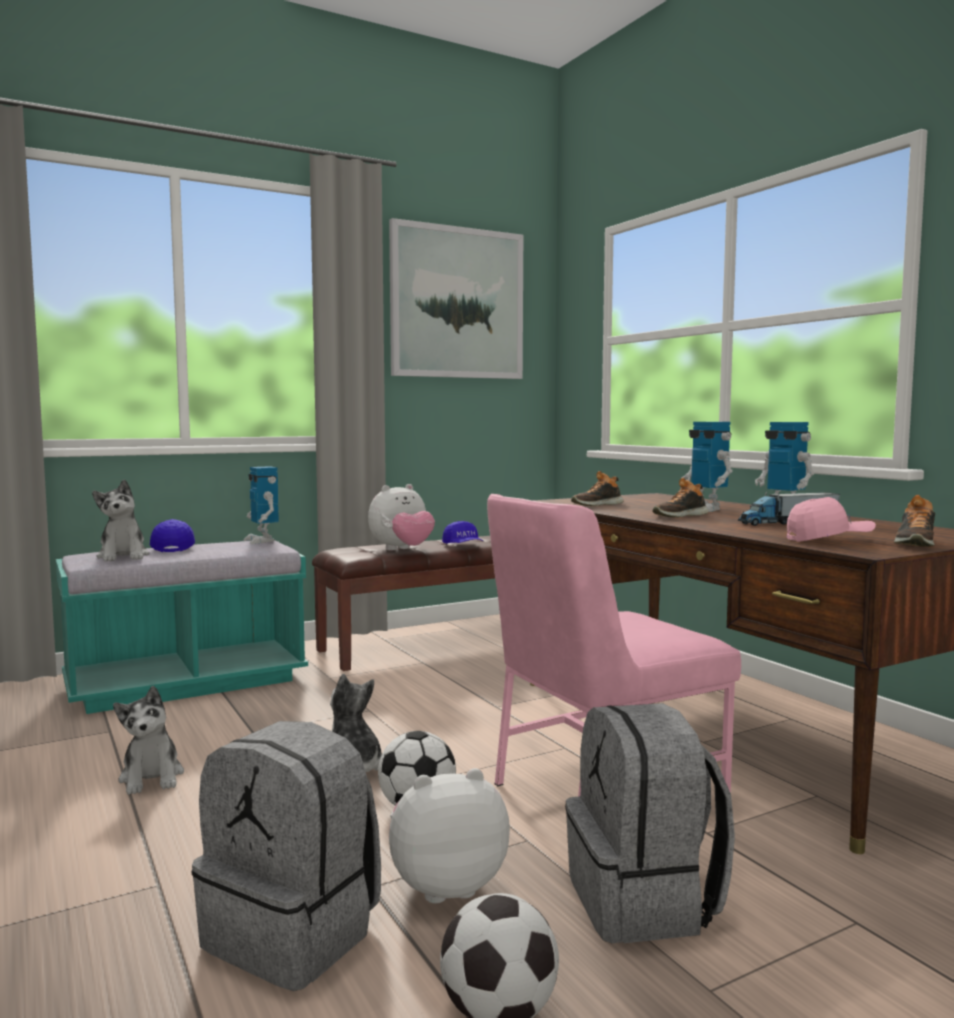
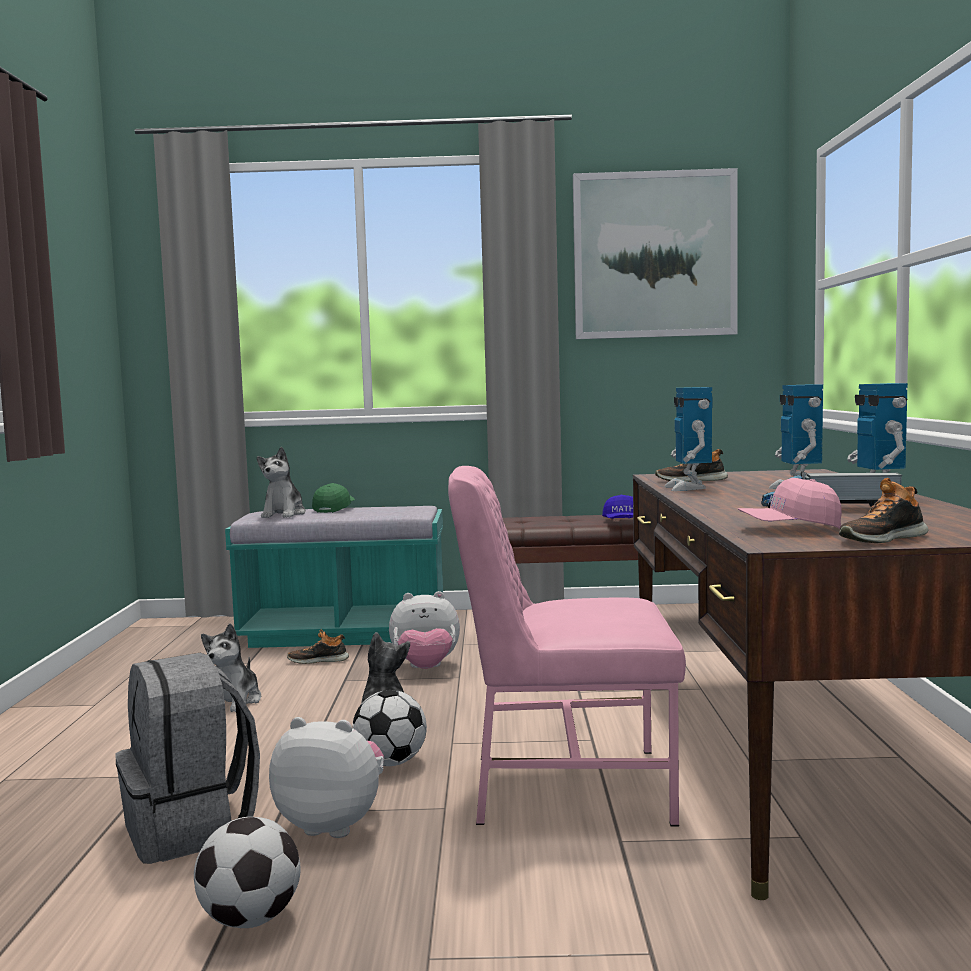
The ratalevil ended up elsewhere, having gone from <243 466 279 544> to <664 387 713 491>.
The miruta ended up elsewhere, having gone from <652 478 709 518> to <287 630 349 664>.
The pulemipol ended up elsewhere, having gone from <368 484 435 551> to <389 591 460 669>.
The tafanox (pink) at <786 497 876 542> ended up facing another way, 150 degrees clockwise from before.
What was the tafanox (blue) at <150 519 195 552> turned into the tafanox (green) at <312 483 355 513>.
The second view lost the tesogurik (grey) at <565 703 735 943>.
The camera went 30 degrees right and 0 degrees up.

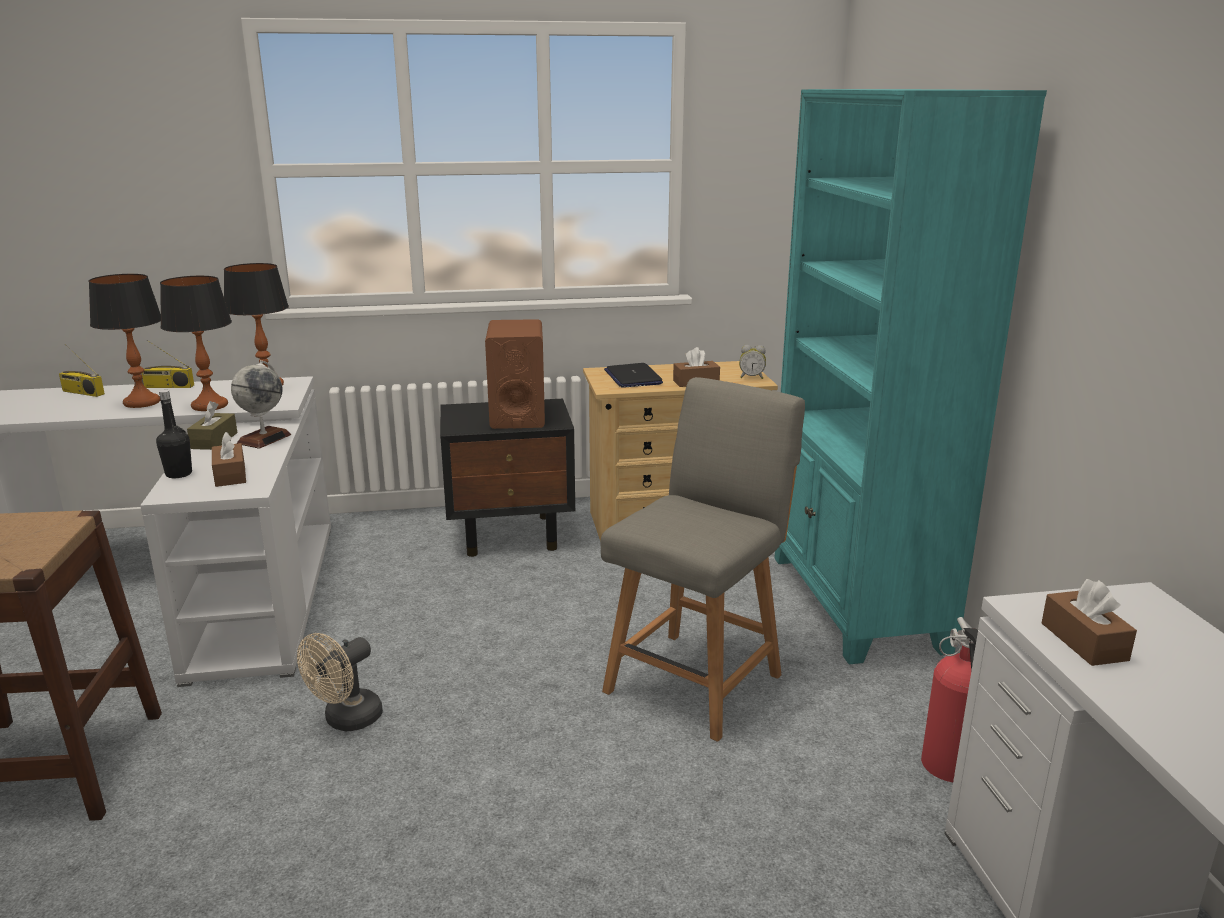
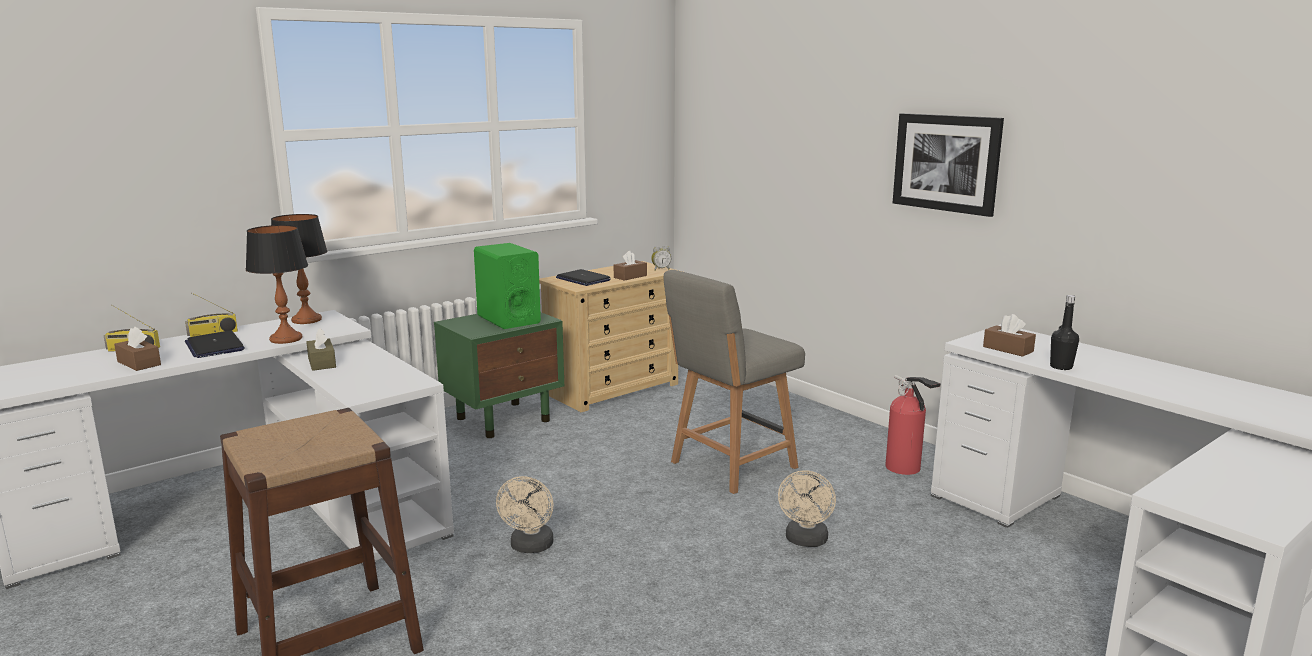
The second view lost the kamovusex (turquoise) at <775 89 1047 664>.
Where the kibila stood at <88 274 161 408>, the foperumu came to stand at <185 330 245 358>.
What was the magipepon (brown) at <485 319 545 429> turned into the magipepon (green) at <474 243 541 329>.
The second view lost the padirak at <231 360 291 449>.
The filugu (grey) at <601 377 805 742> ended up facing another way, 135 degrees counterclockwise from before.
The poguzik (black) ended up elsewhere, having gone from <156 390 192 478> to <1050 295 1079 370>.
What was the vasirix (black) at <440 399 575 557> turned into the vasirix (green) at <434 312 564 438>.
The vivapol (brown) ended up elsewhere, having gone from <212 432 246 487> to <114 327 161 371>.
The second view gained the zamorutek at <893 113 1004 217>.
The second view gained the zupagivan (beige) at <778 470 836 547>.
The camera went 30 degrees left and 5 degrees down.

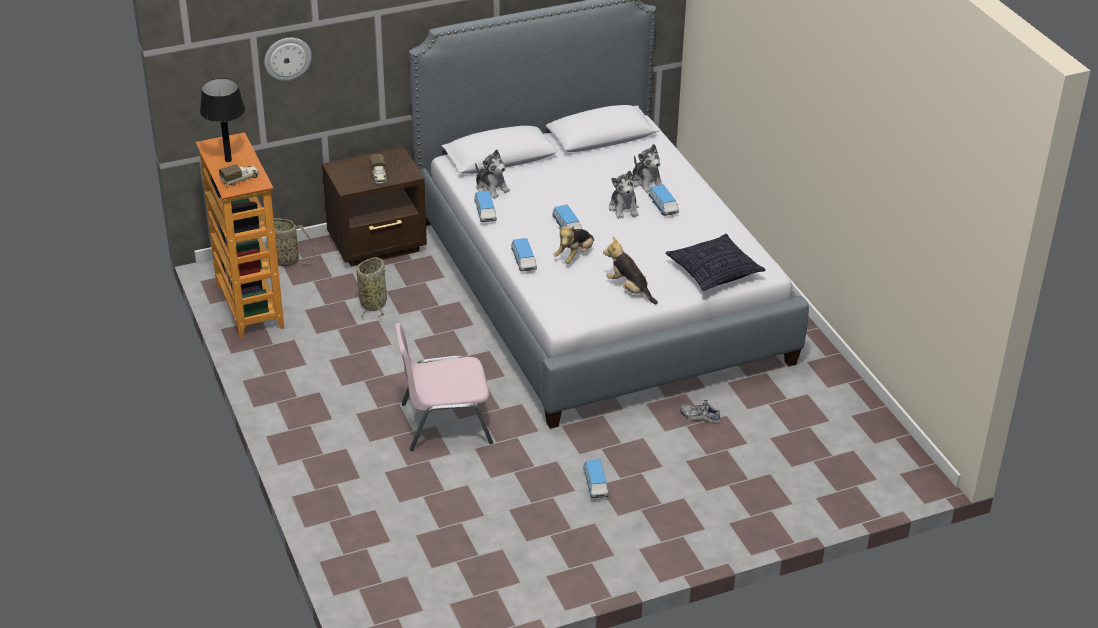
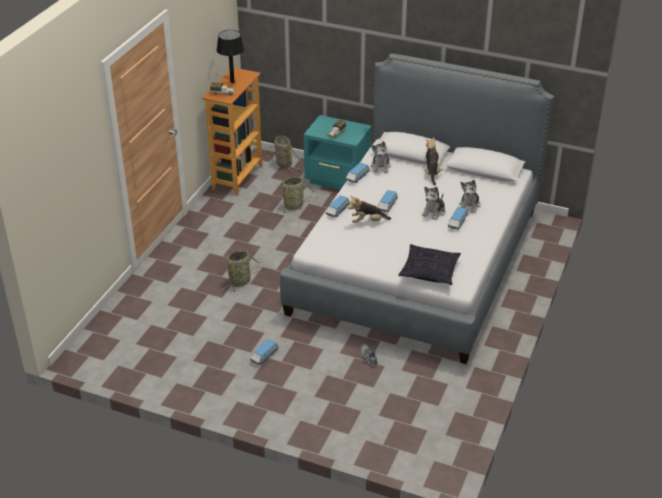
The second view lost the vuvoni at <264 38 312 81>.
What was the vasirix (brown) at <322 147 427 267> turned into the vasirix (turquoise) at <304 115 372 190>.
The pulemipol ended up elsewhere, having gone from <603 237 658 304> to <425 137 443 186>.
Where the filugu (pink) stood at <395 323 493 451>, the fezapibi came to stand at <223 251 262 292>.
The camera went 45 degrees right and 0 degrees up.

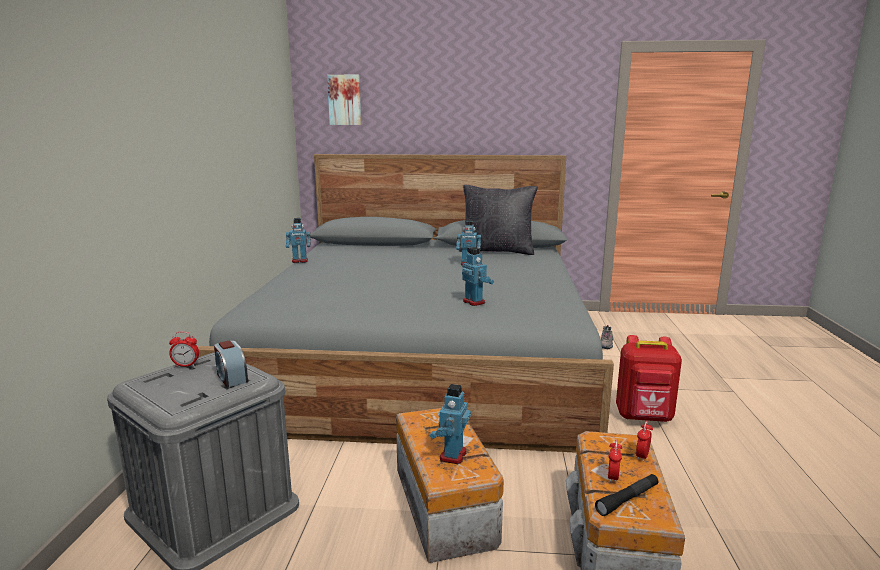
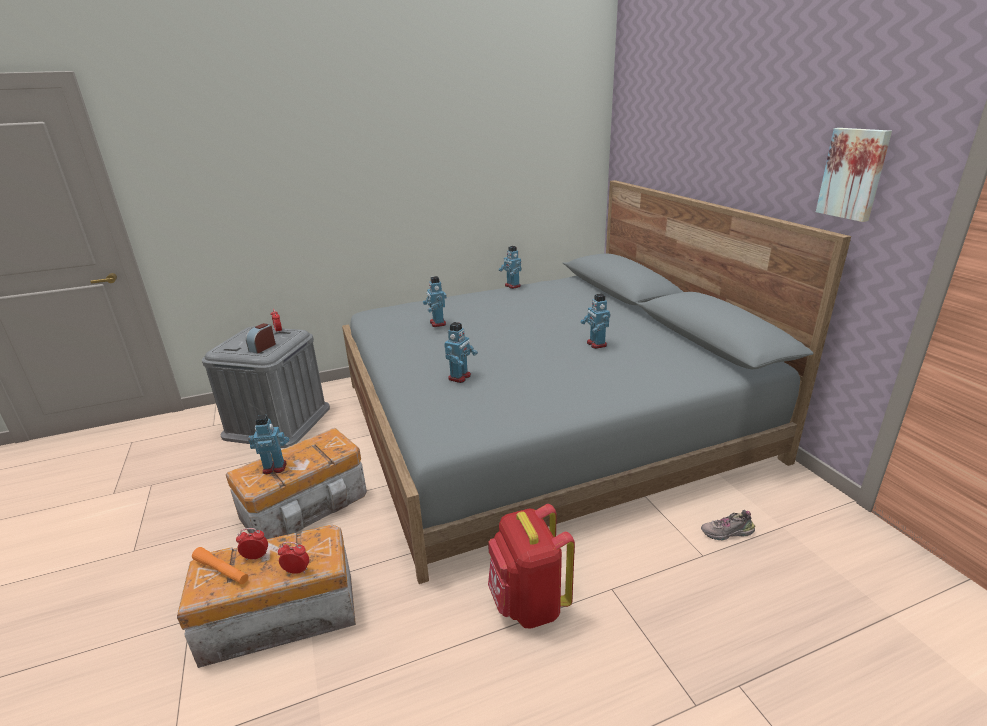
The zamorutek ended up elsewhere, having gone from <327 75 361 125> to <816 128 892 222>.
The second view lost the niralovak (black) at <459 185 538 255>.
What was the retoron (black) at <595 474 658 516> turned into the retoron (orange) at <192 547 248 584>.
The second view gained the ratalevil at <423 276 447 327>.
The camera went 65 degrees right and 10 degrees up.

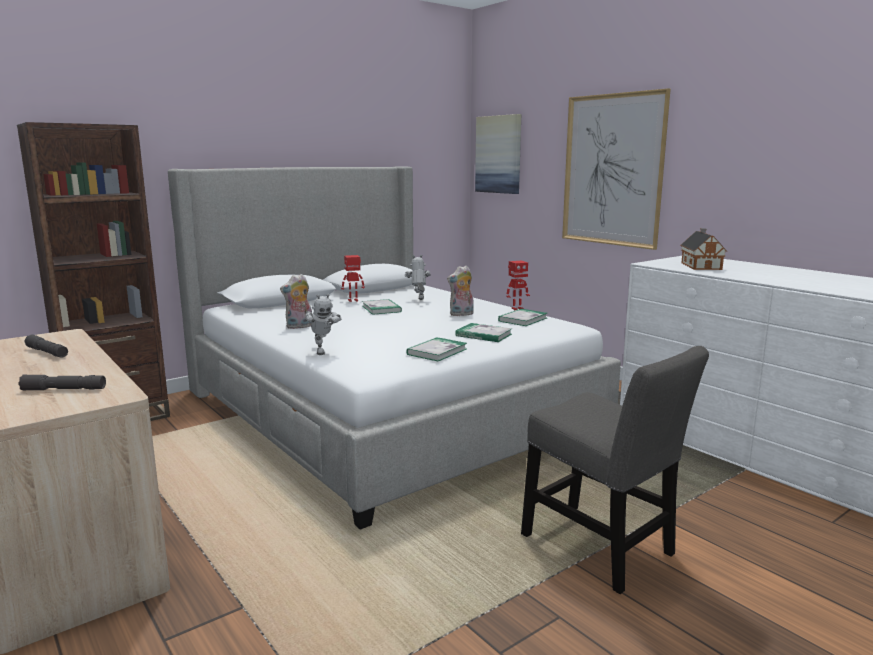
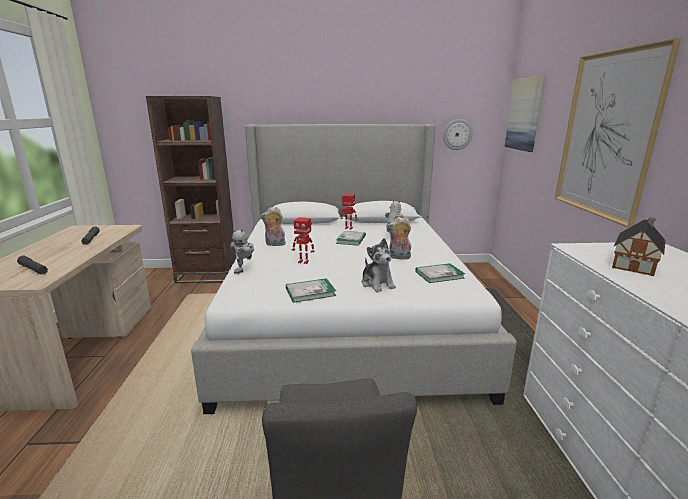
The ratalevil ended up elsewhere, having gone from <506 261 530 310> to <291 217 314 264>.
Where the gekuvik stood at <455 323 512 342>, the pulemipol came to stand at <362 238 396 292>.
The second view gained the vuvoni at <443 119 473 150>.
The camera went 35 degrees right and 5 degrees up.

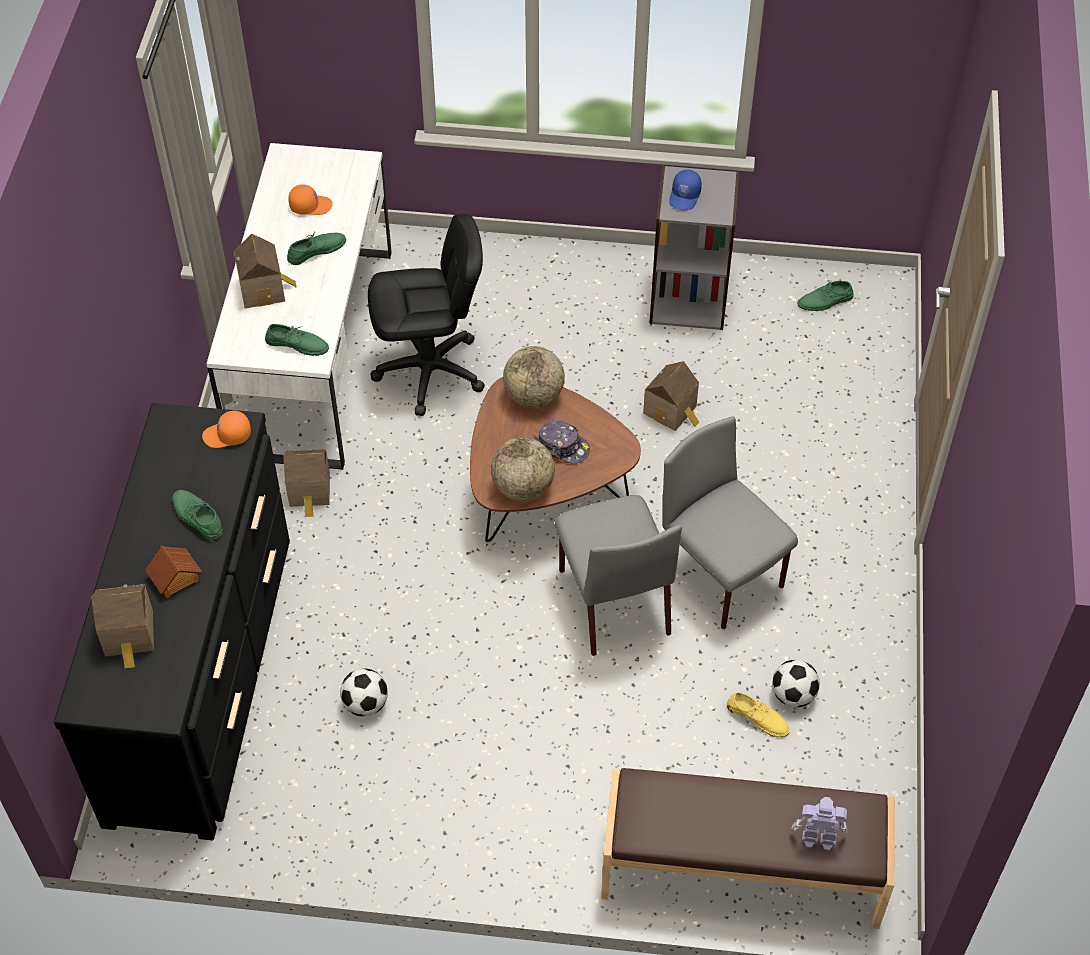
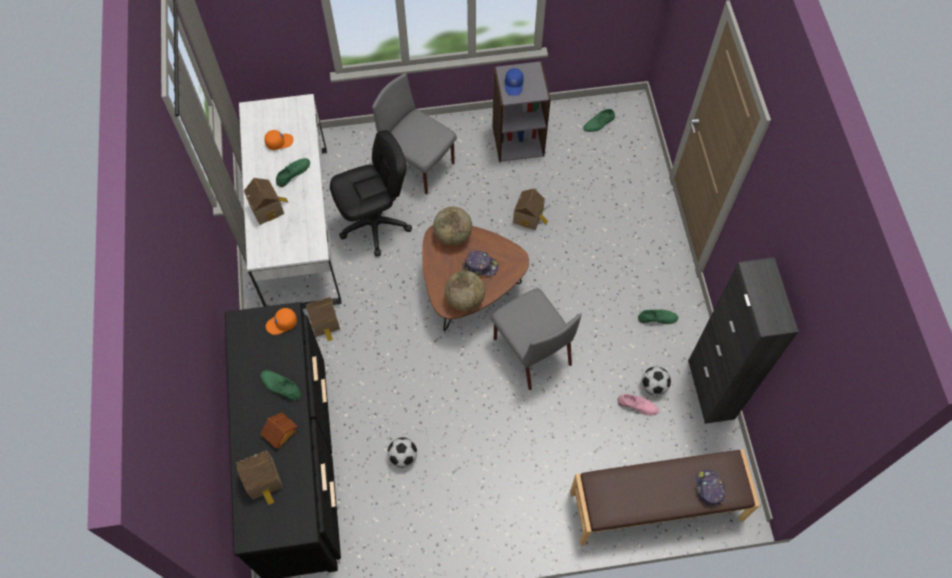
The miruta (green) ended up elsewhere, having gone from <265 324 329 356> to <638 309 678 324>.
The filugu (grey) ended up elsewhere, having gone from <663 416 798 629> to <372 73 457 194>.
What was the miruta (yellow) at <727 692 790 738> turned into the miruta (pink) at <617 394 659 416>.
Where the ratalevil stood at <791 797 848 851>, the tafanox came to stand at <696 470 725 507>.
The second view gained the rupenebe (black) at <688 257 798 424>.
The camera went 15 degrees left and 10 degrees up.

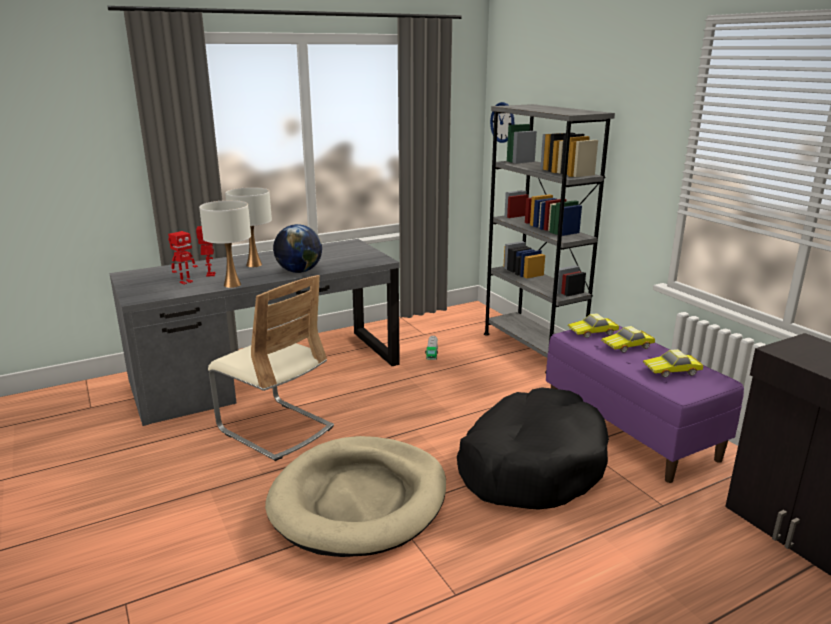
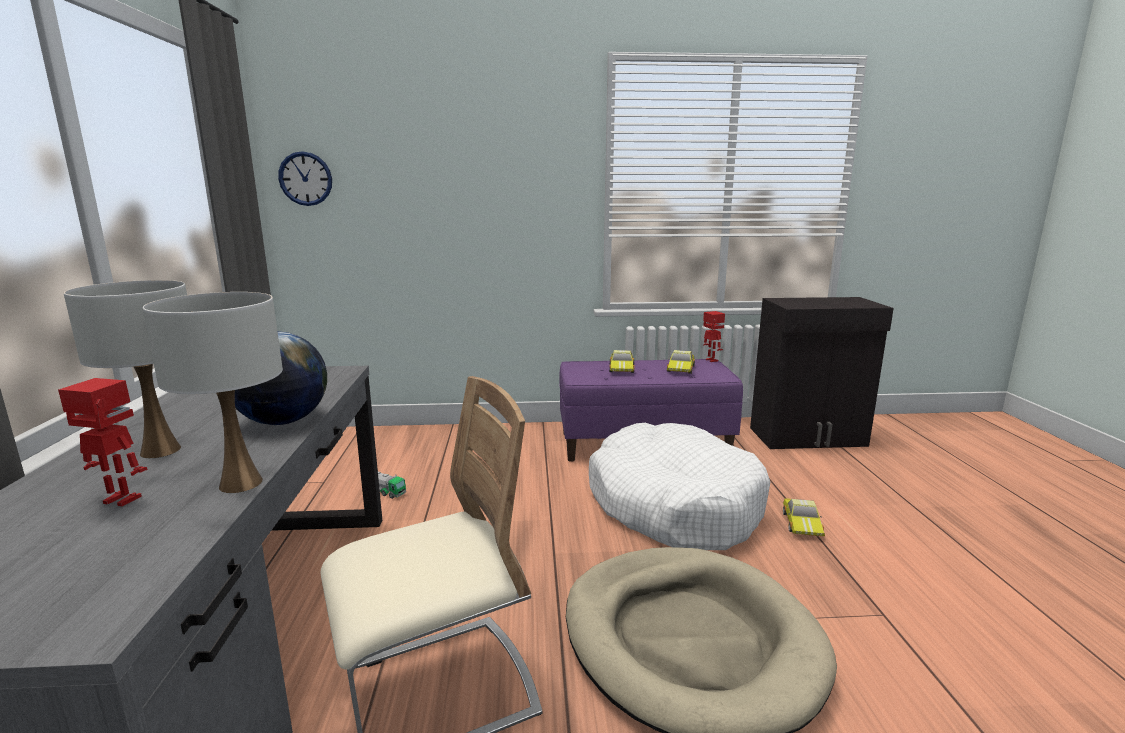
The second view lost the kamovusex (grey) at <484 104 615 373>.
The ratalevil ended up elsewhere, having gone from <168 231 198 285> to <703 311 725 362>.
The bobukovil ended up elsewhere, having gone from <568 313 619 338> to <783 498 825 536>.
What was the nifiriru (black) at <457 387 609 509> turned into the nifiriru (white) at <589 423 770 550>.
The camera went 65 degrees left and 5 degrees down.

